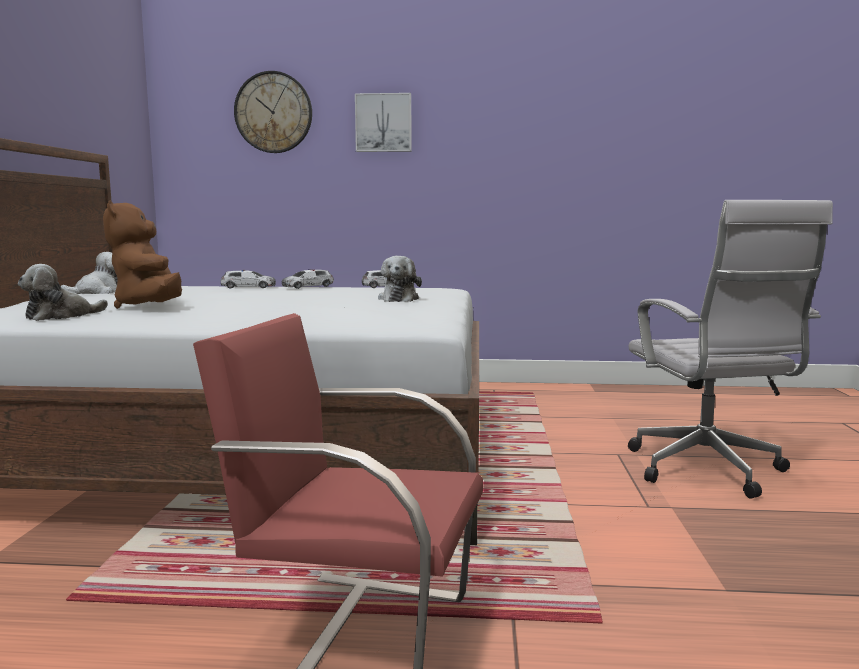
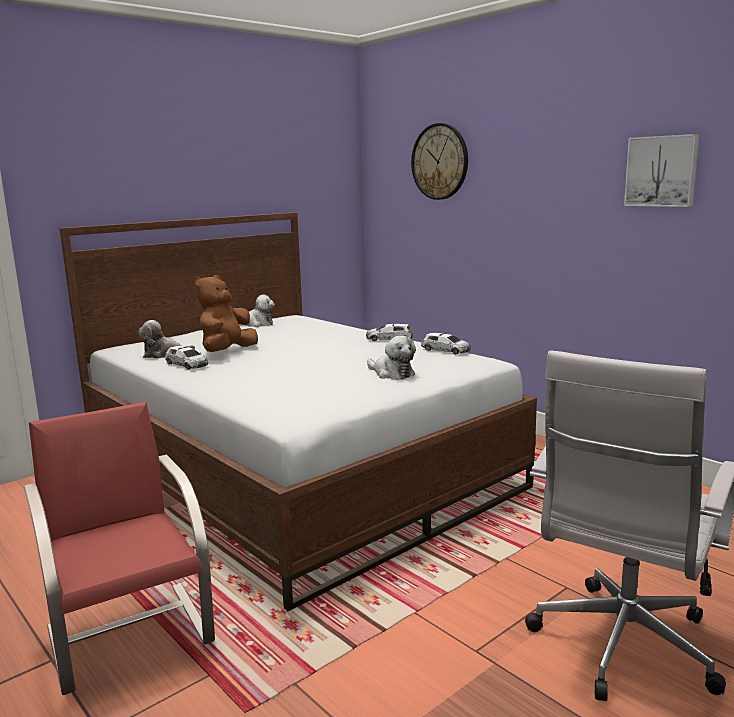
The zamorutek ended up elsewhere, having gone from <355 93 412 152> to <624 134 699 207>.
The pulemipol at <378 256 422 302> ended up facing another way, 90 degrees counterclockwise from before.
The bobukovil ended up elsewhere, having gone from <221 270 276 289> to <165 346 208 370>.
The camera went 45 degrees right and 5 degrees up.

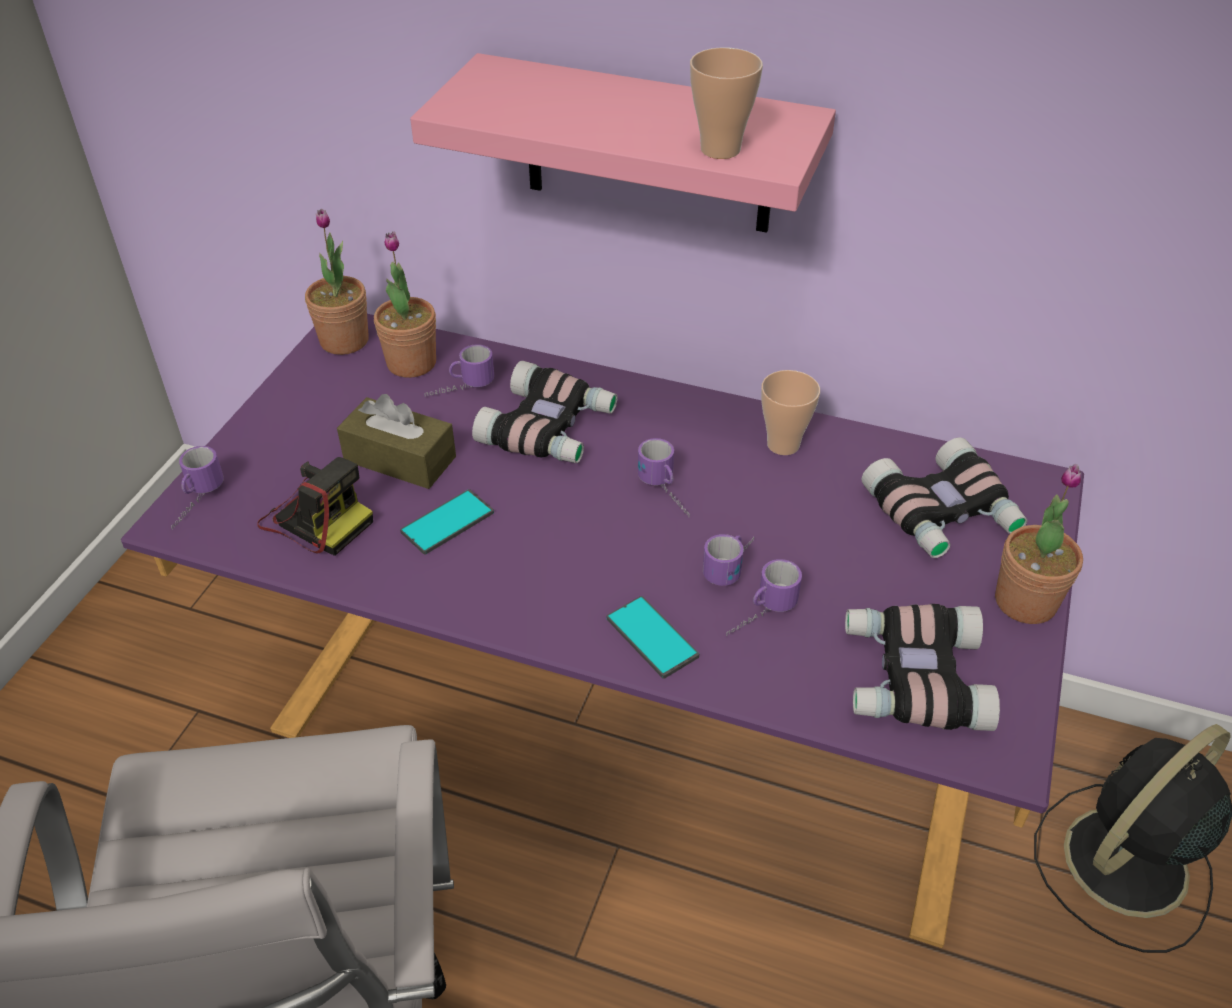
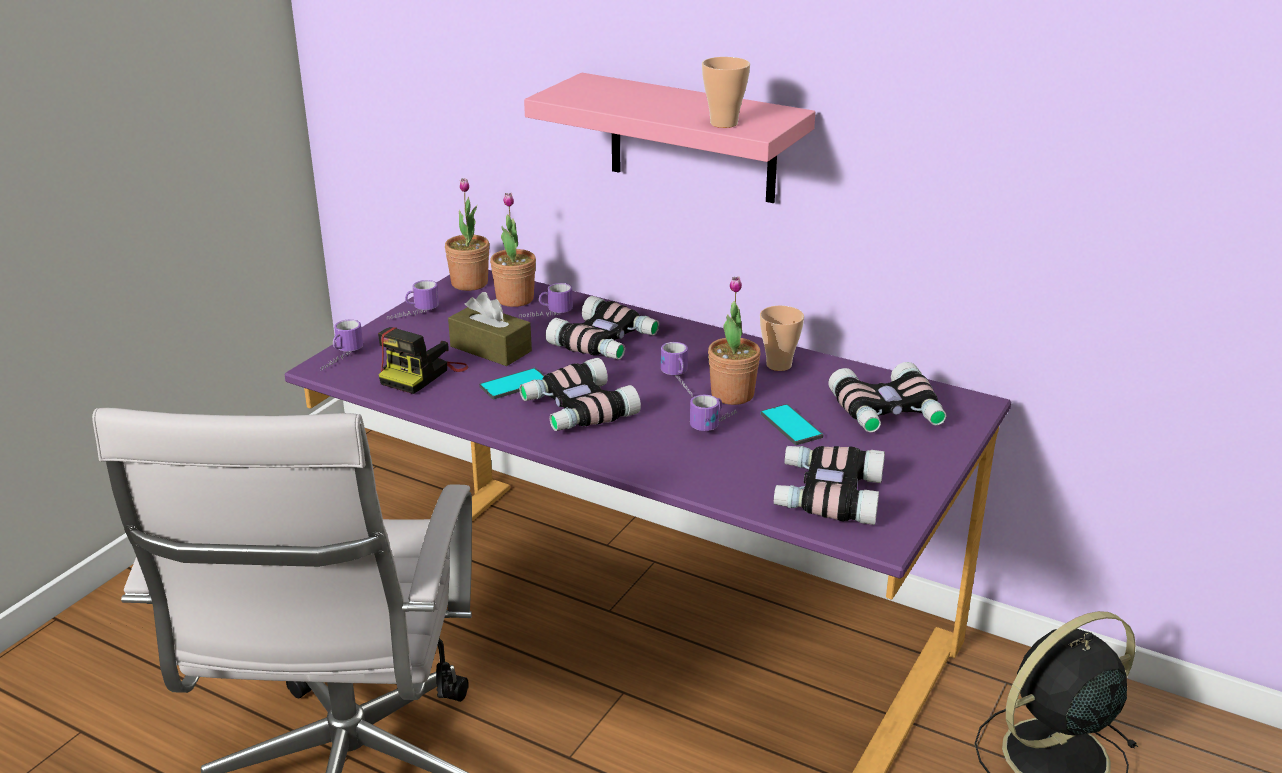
The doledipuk at <257 457 373 556> ended up facing another way, 75 degrees clockwise from before.
The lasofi ended up elsewhere, having gone from <995 464 1083 624> to <708 276 761 405>.
The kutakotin ended up elsewhere, having gone from <726 559 802 636> to <387 280 439 320>.
The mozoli ended up elsewhere, having gone from <607 596 699 679> to <760 404 823 445>.
The second view gained the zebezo at <519 358 641 431>.
The camera went 10 degrees right and 15 degrees down.

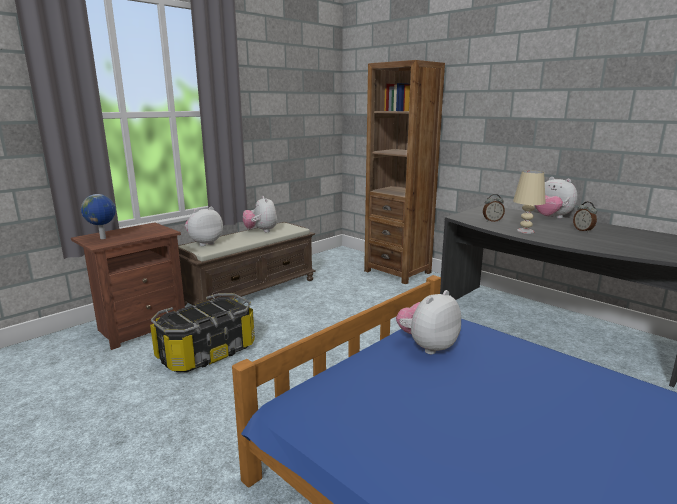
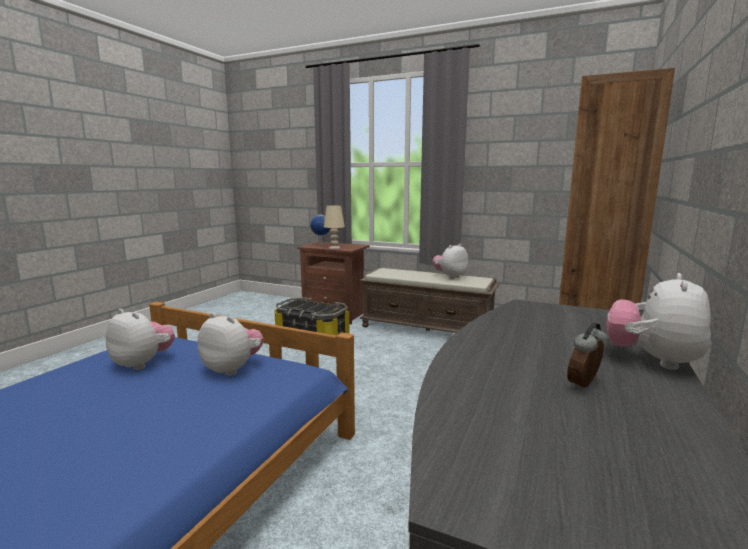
The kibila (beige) ended up elsewhere, having gone from <513 170 546 234> to <324 205 345 249>.
The second view lost the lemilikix at <483 194 505 222>.
The pulemipol ended up elsewhere, having gone from <185 207 223 246> to <106 309 175 370>.
The camera went 70 degrees right and 5 degrees down.

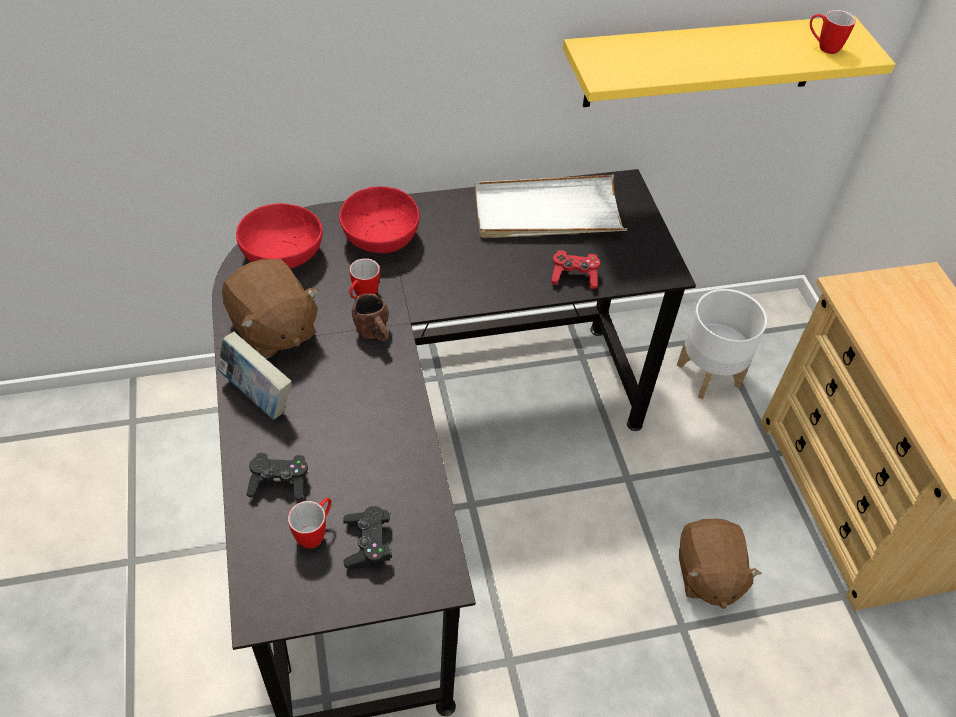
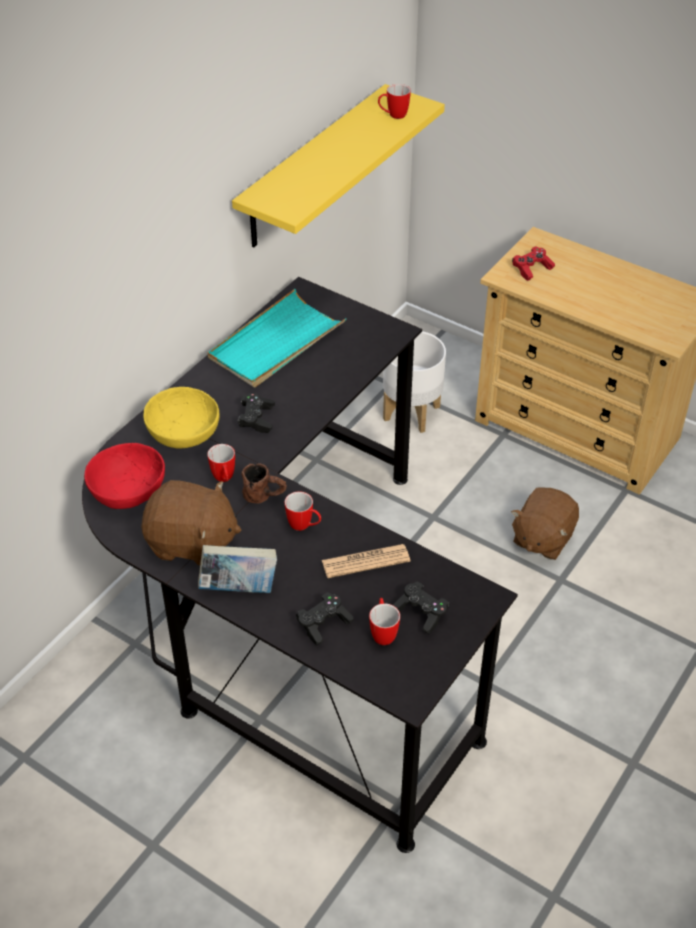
What was the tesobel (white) at <475 175 627 238> turned into the tesobel (turquoise) at <208 289 347 387>.
What was the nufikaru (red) at <339 187 419 253> turned into the nufikaru (yellow) at <143 387 220 449>.
The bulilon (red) ended up elsewhere, having gone from <551 250 600 289> to <512 247 555 281>.
The pulemipol (brown) at <679 518 762 609> ended up facing another way, 75 degrees clockwise from before.
The second view gained the bulilon (black) at <238 393 275 433>.
The second view gained the kutakotin at <285 491 321 531>.
The second view gained the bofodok at <322 544 410 578>.
The camera went 40 degrees left and 5 degrees down.

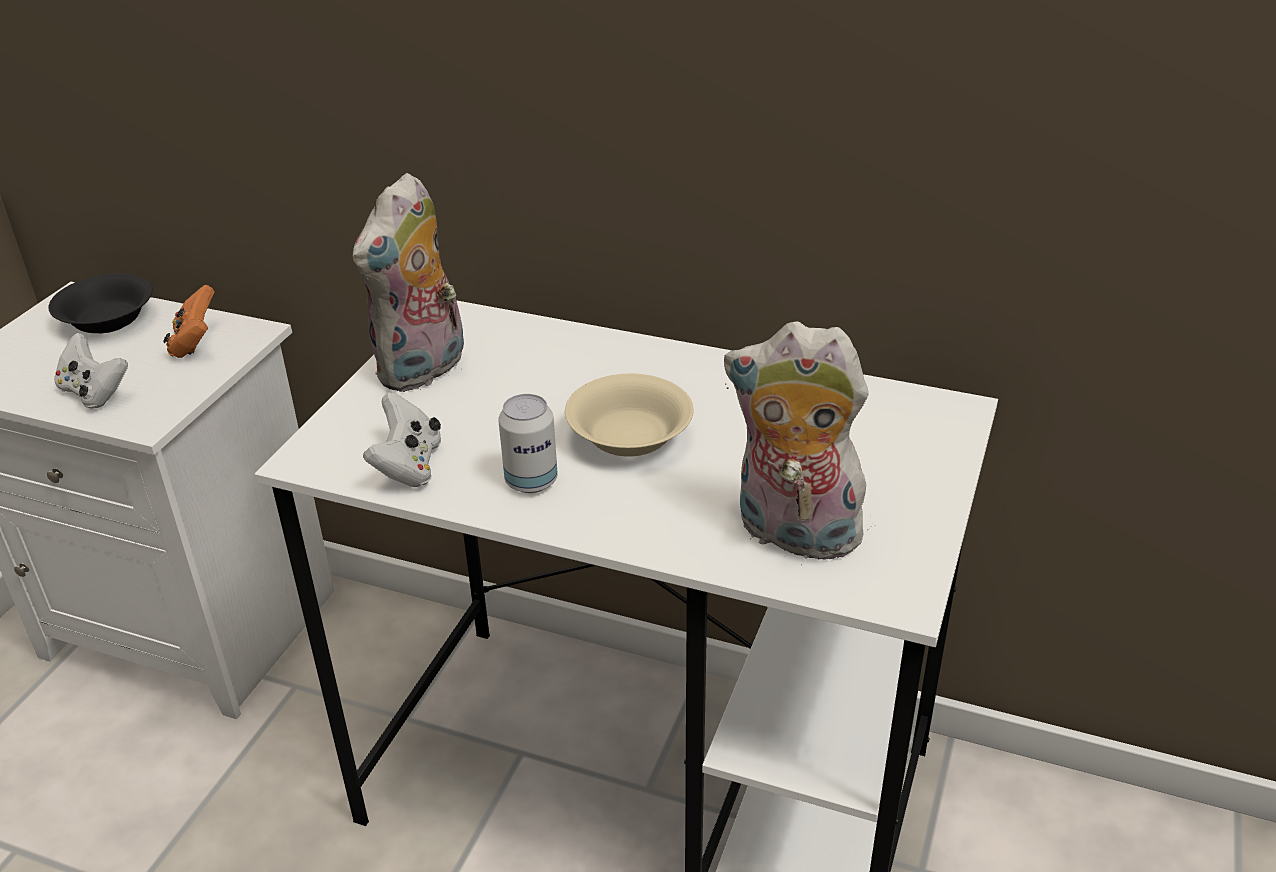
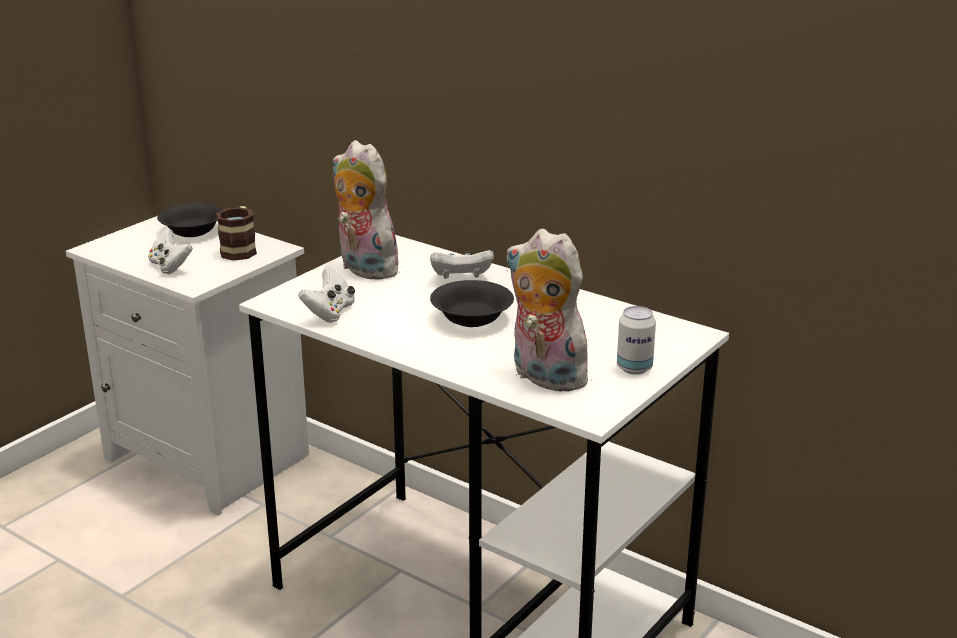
The pulemipol at <353 173 464 392> ended up facing another way, 90 degrees clockwise from before.
Where the bulilon (orange) stood at <163 285 214 358>, the kutakotin came to stand at <216 206 257 261>.
What was the nufikaru (beige) at <565 374 694 457> turned into the nufikaru (black) at <430 280 514 327>.
The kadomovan ended up elsewhere, having gone from <498 394 558 493> to <617 306 656 375>.
The second view gained the bulilon (white) at <430 250 494 278>.
The camera went 15 degrees right and 10 degrees down.

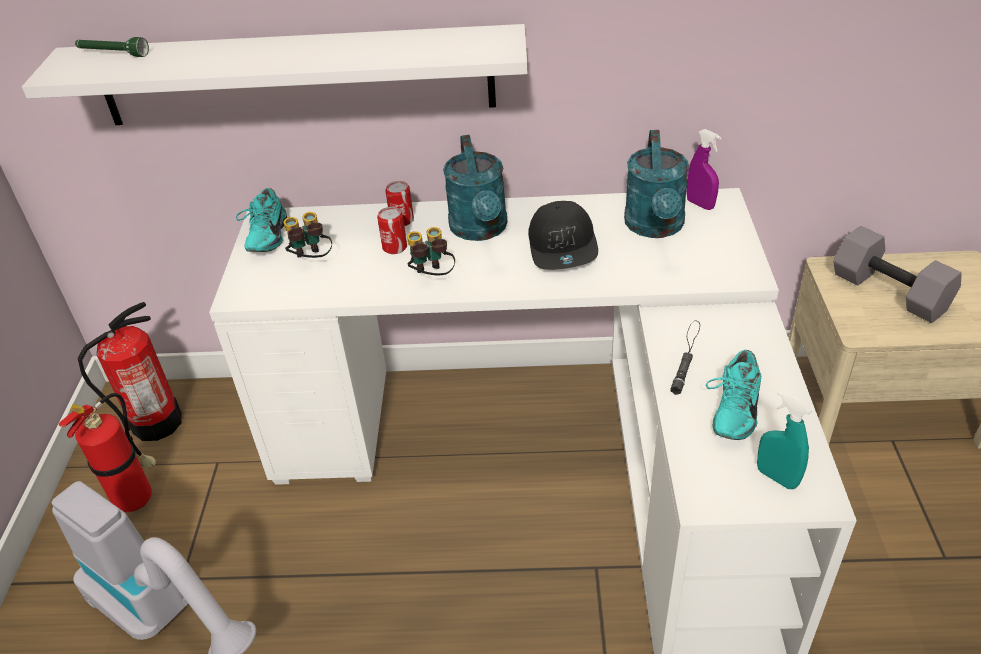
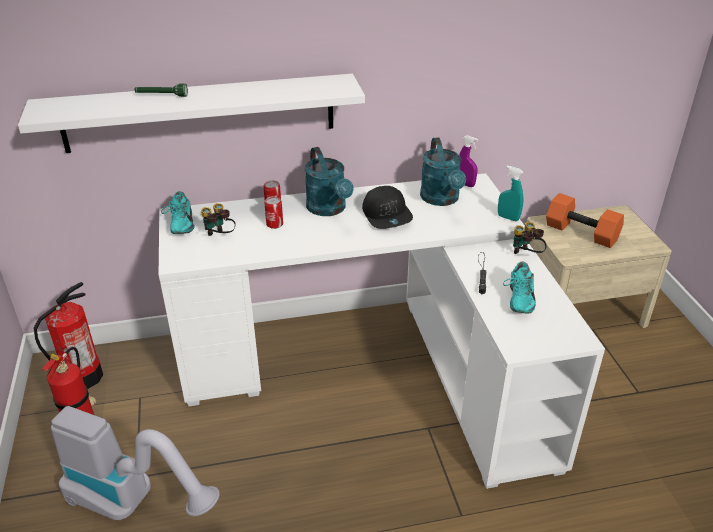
The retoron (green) ended up elsewhere, having gone from <75 37 149 57> to <135 83 188 97>.
What was the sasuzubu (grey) at <833 226 962 323> turned into the sasuzubu (orange) at <546 193 624 248>.
The zebezo ended up elsewhere, having gone from <407 227 455 275> to <513 222 546 254>.
The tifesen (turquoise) ended up elsewhere, having gone from <757 390 812 489> to <498 166 523 221>.
The camera went 15 degrees left and 5 degrees down.

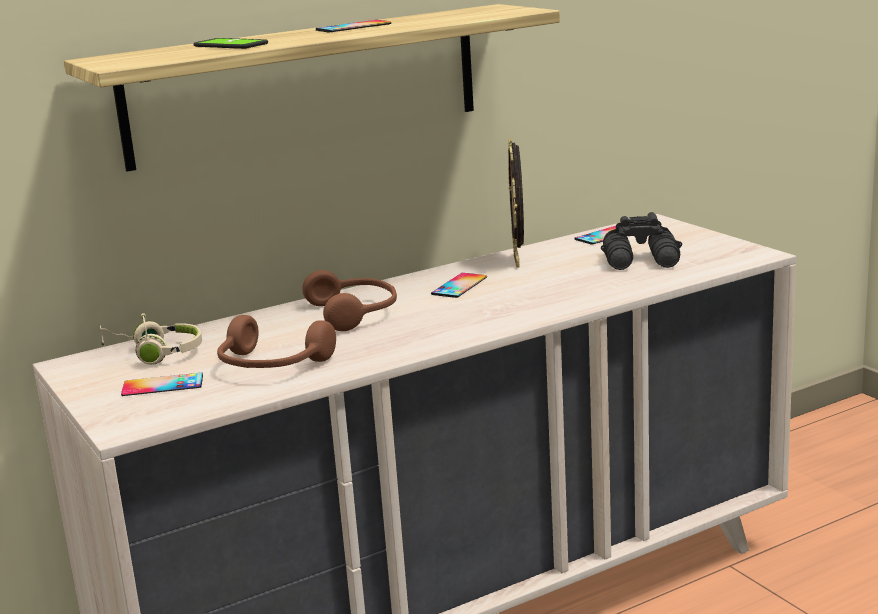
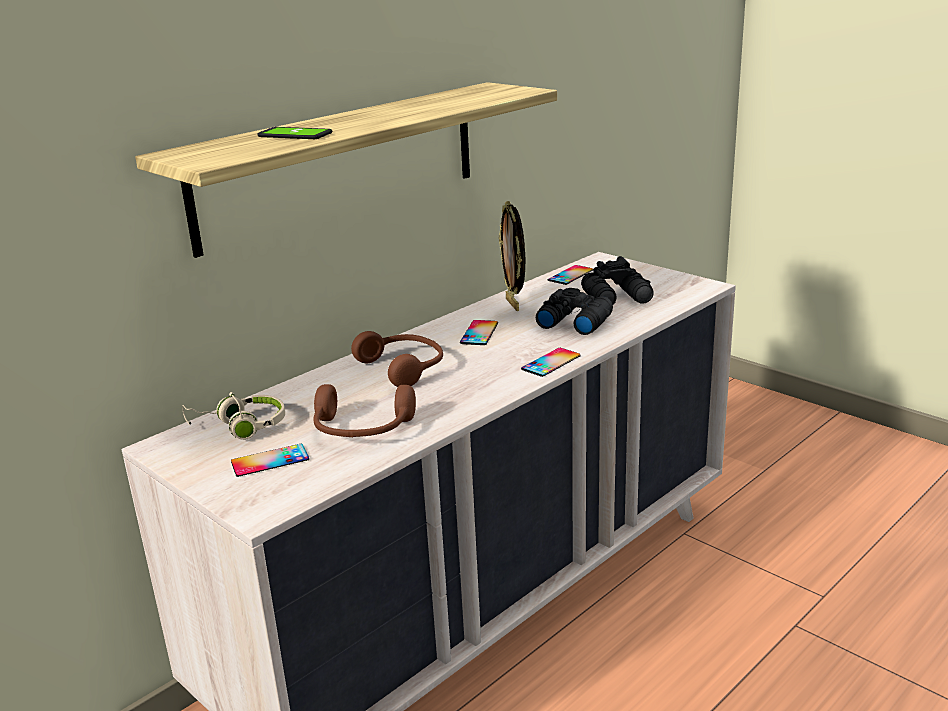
The mozoli ended up elsewhere, having gone from <316 20 391 33> to <521 348 581 377>.
The second view gained the zebezo (black) at <536 288 613 335>.
The camera went 15 degrees left and 5 degrees up.

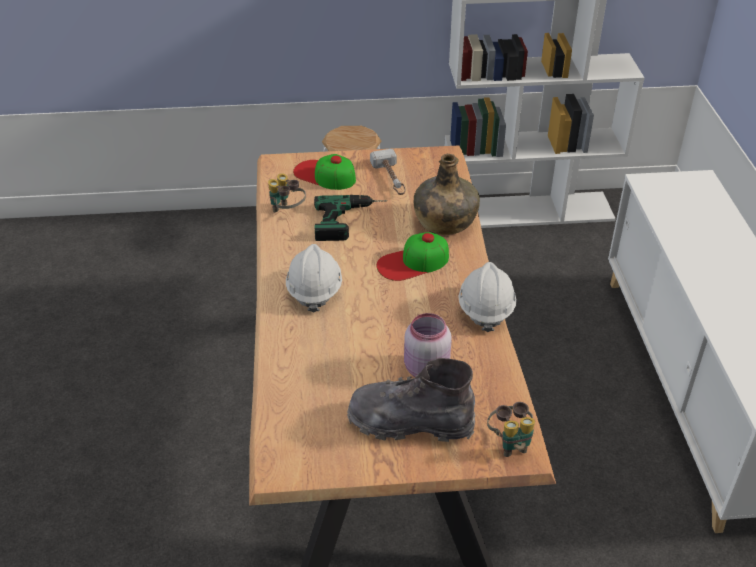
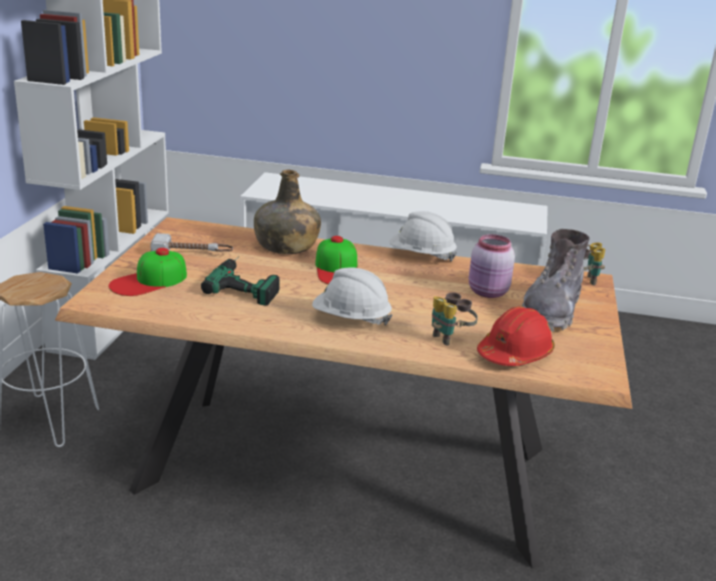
The zebezo ended up elsewhere, having gone from <268 173 306 212> to <432 293 478 346>.
The second view gained the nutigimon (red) at <477 307 555 366>.
The camera went 75 degrees left and 15 degrees down.

